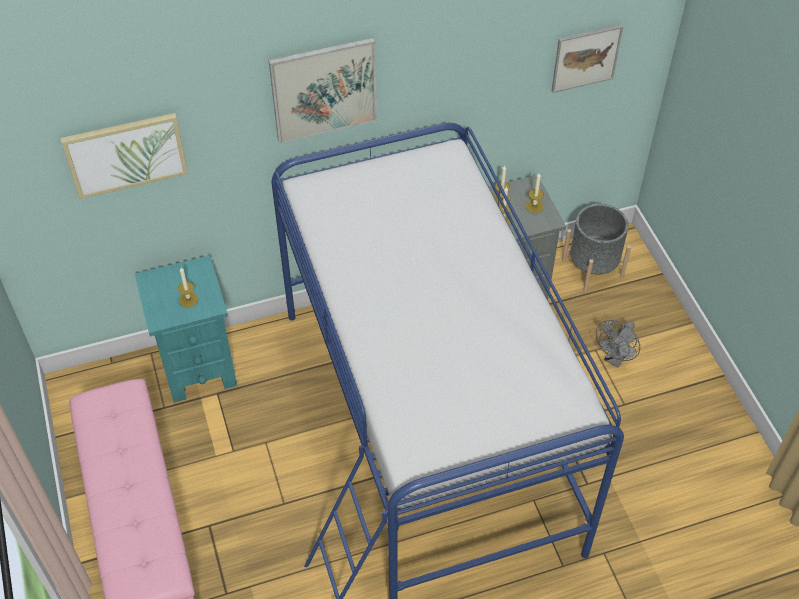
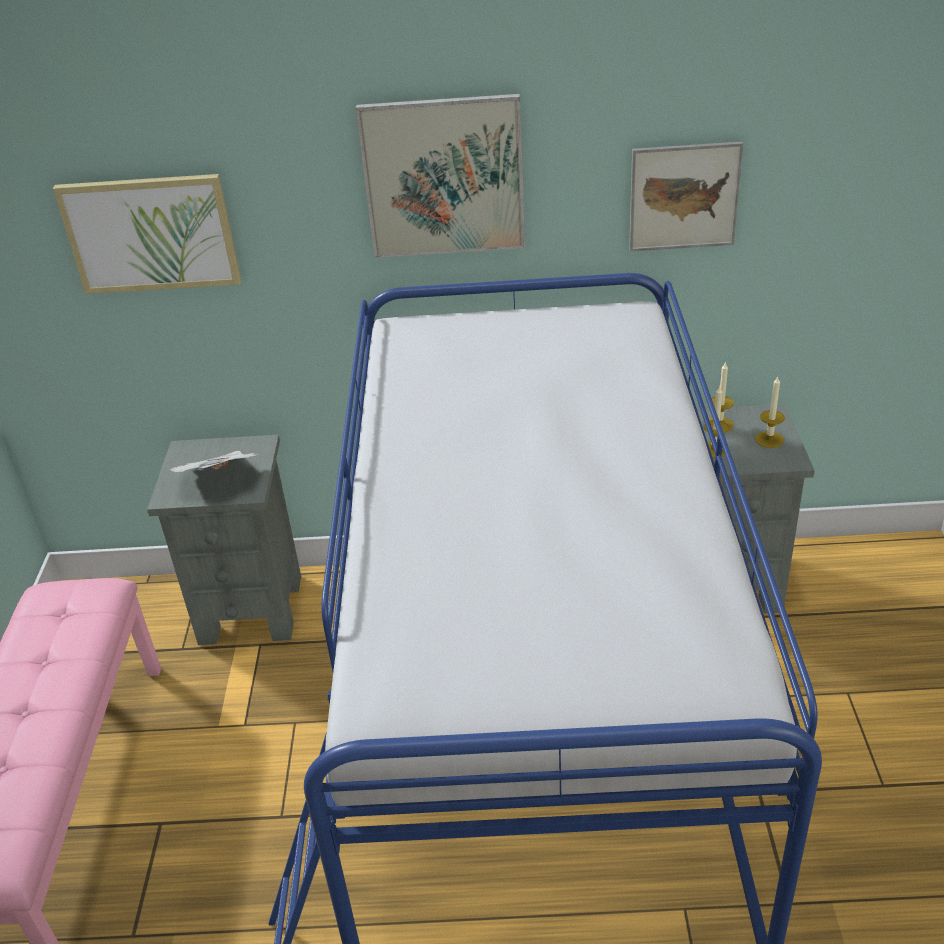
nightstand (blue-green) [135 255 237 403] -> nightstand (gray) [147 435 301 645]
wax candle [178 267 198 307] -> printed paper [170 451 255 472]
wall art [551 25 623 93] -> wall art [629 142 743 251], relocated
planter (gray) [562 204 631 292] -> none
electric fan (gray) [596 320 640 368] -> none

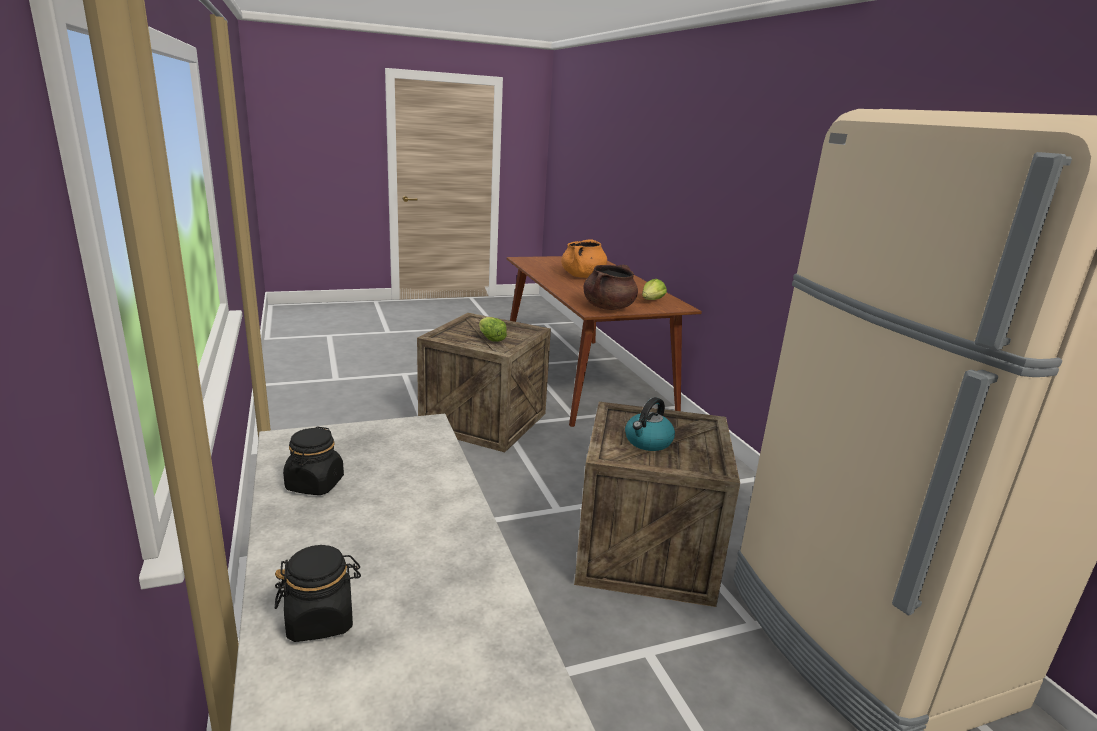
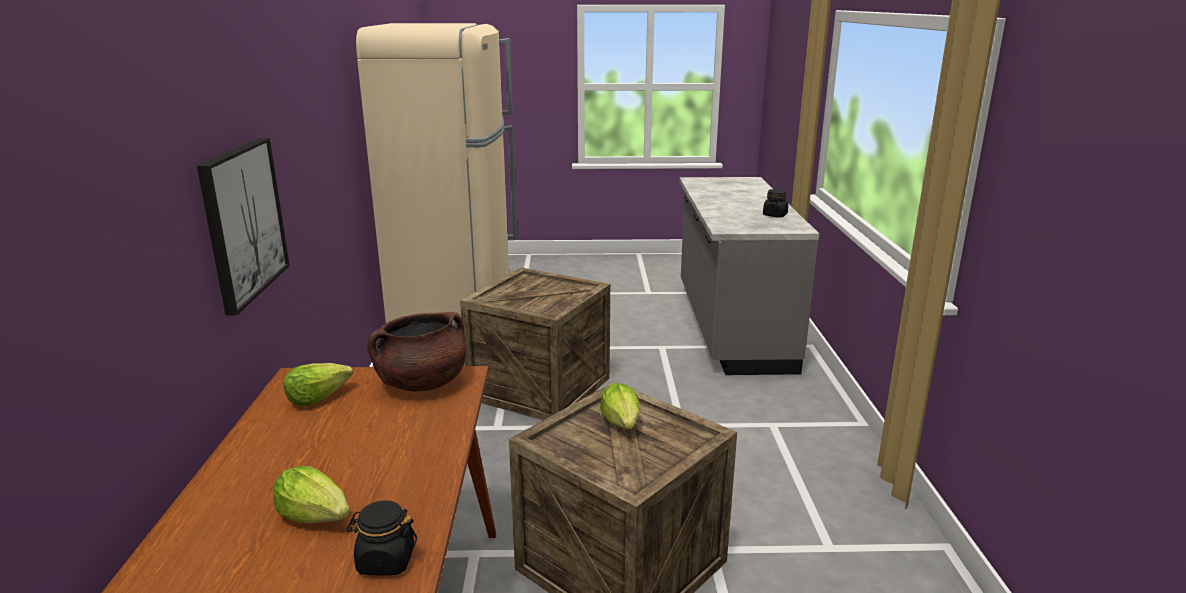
none -> wall art [197 138 290 316]
stockpot (orange-coloured) [561 239 607 278] -> lettuce head [273 466 350 523]
jar (black) [275 545 361 642] -> jar (black) [347 500 417 575], relocated
tea kettle [625 397 675 451] -> none

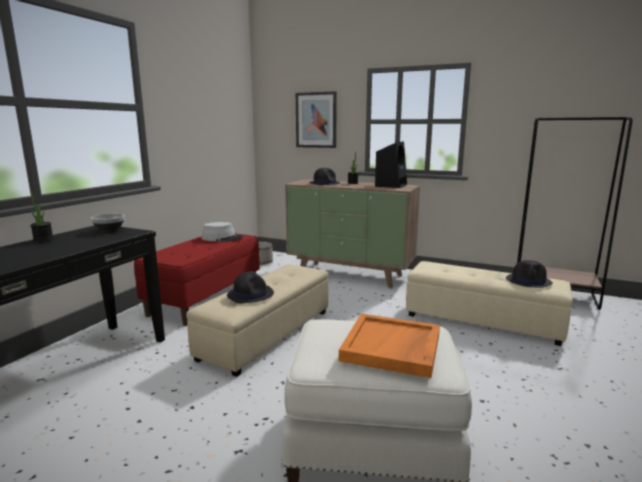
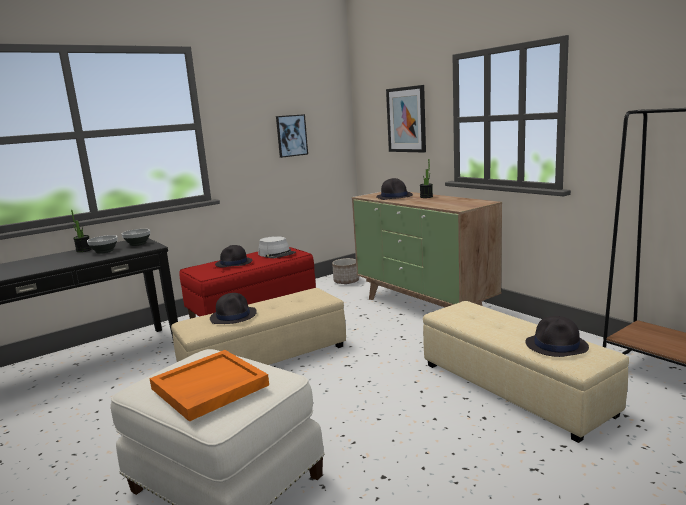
none -> bowl [87 235 118 254]
none -> hat (black) [215 245 252 267]
none -> wall art [276 114 308 158]
speaker (black) [375 141 407 188] -> none

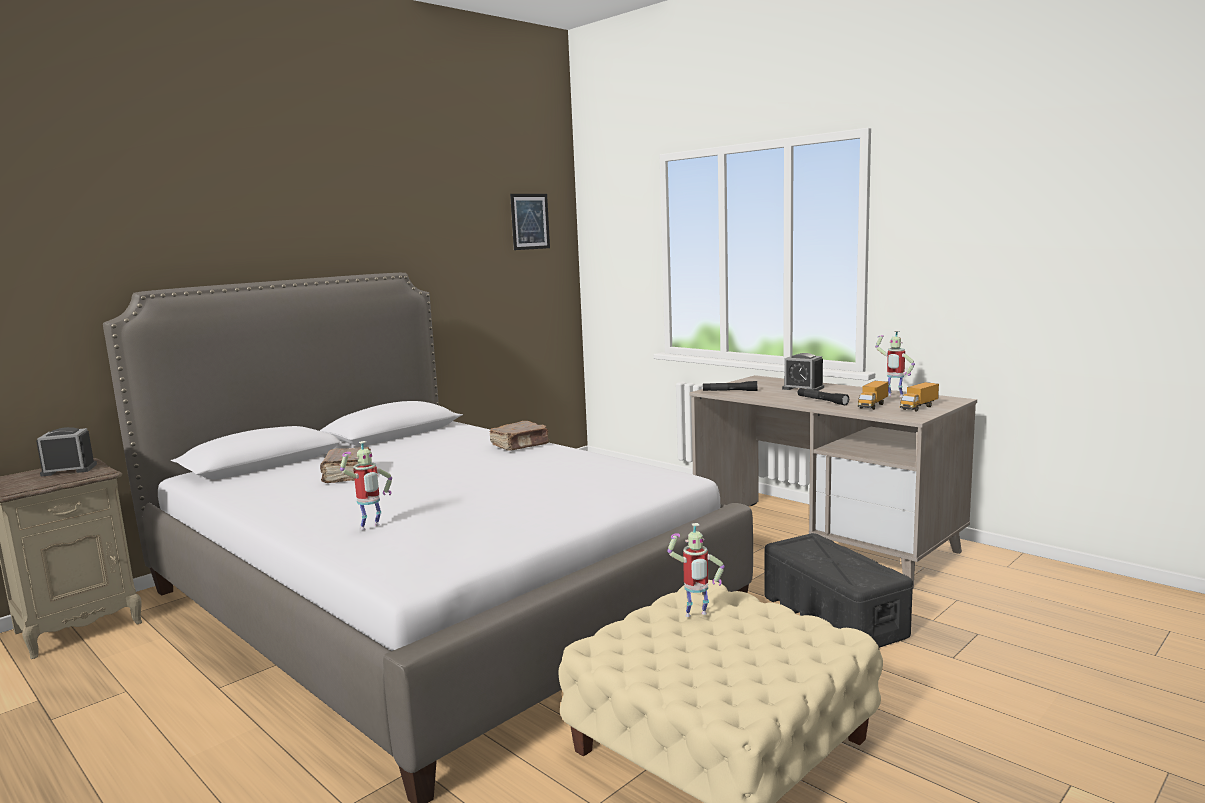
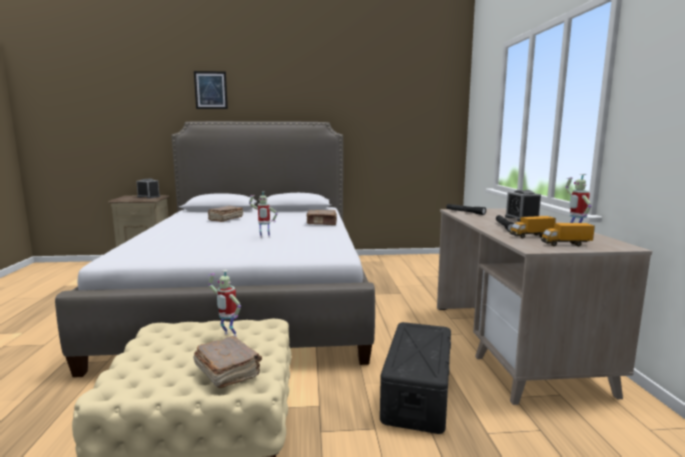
none -> volume (brown) [193 336 262 388]
wall art [510 194 550 250] -> wall art [194 71 228 109], relocated
robot figure [340 441 392 530] -> robot figure [249 192 277 238], relocated

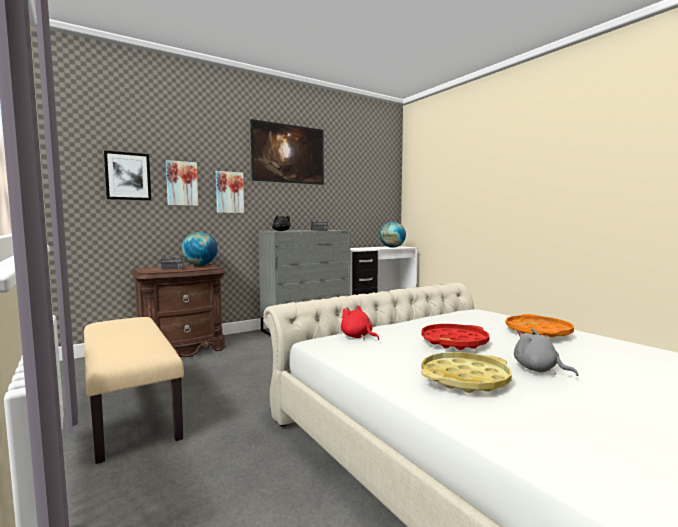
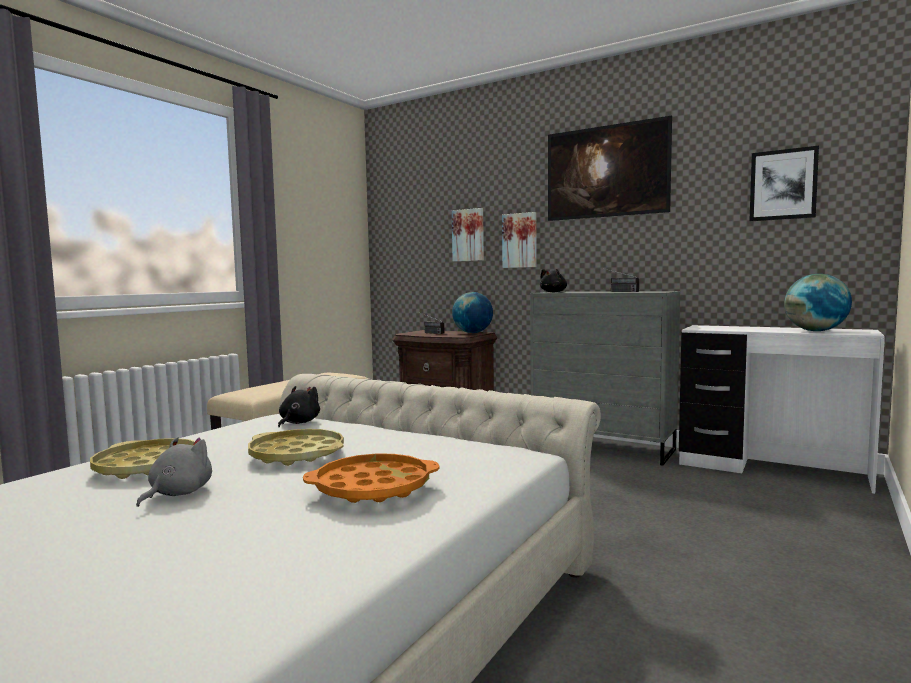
tray (red) [421 324 490 350] -> tray (yellow-coloured) [248 429 344 466]
plush toy (red) [341 305 379 340] -> plush toy (black) [278 386 320 427]
wall art [104 150 151 200] -> wall art [749 146 819 221], relocated

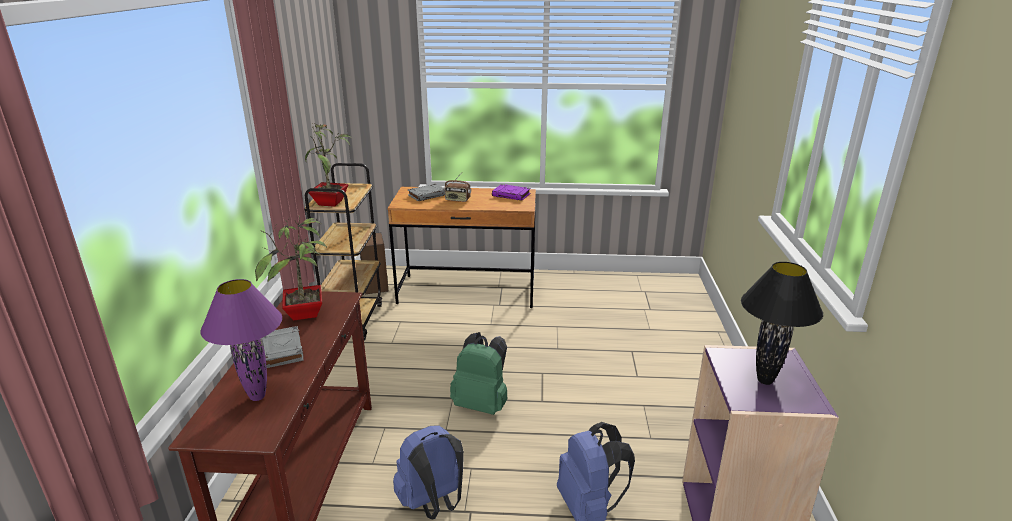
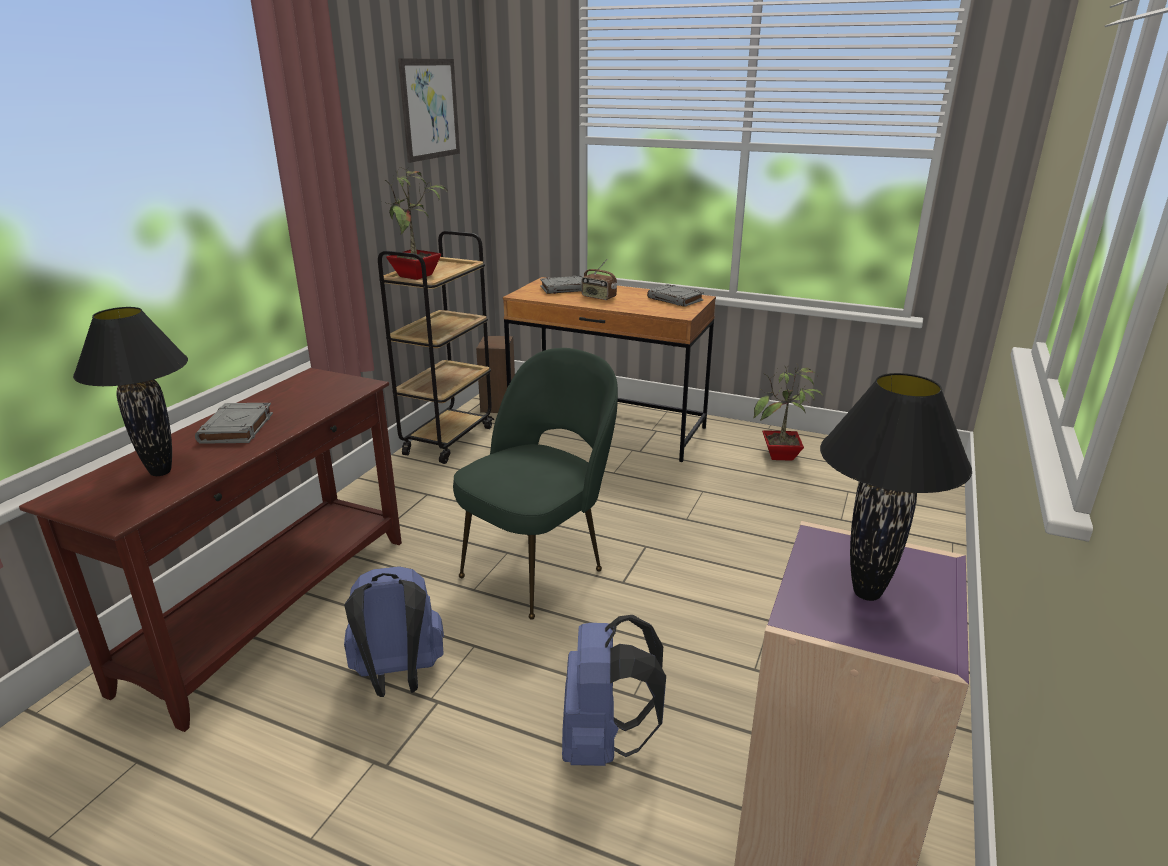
table lamp (purplish) [200 279 282 401] -> table lamp (black) [73 307 188 476]
none -> wall art [398 58 460 163]
knapsack (green) [450 332 507 415] -> chair (green) [453 348 618 620]
volume (purplish) [492 184 531 200] -> volume (gray) [647 284 704 307]
plant in a pot [255 216 327 320] -> plant in a pot [753 363 824 461], relocated

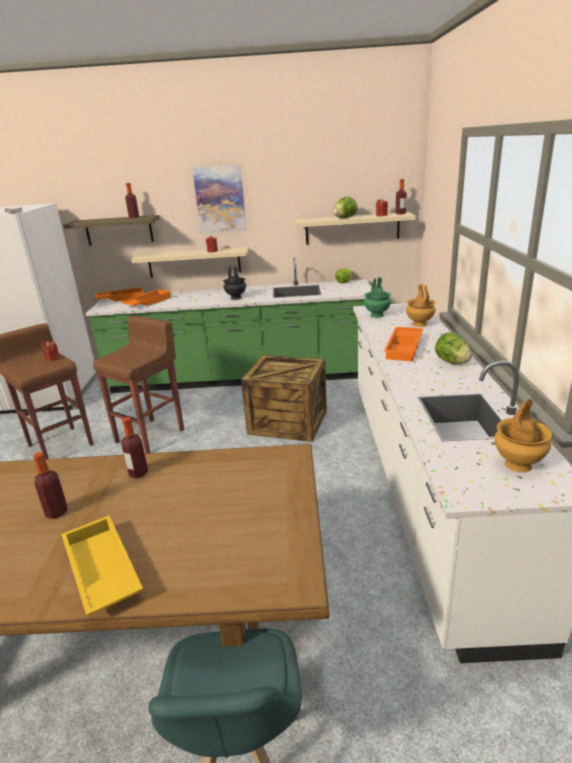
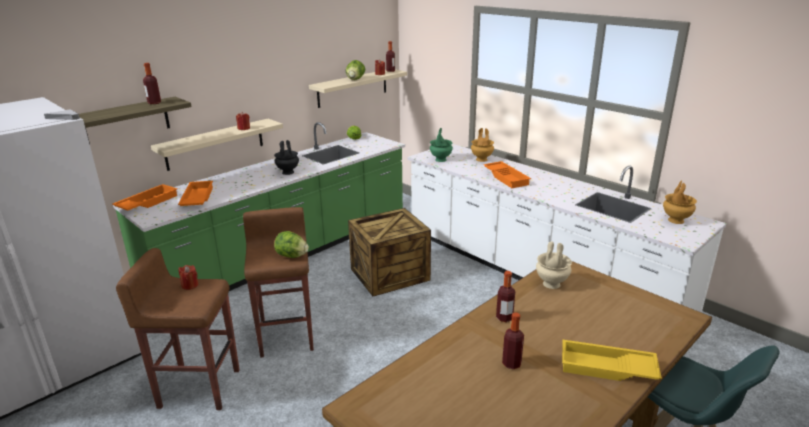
lettuce head [435 333 472 364] -> lettuce head [274 231 309 258], relocated
none -> vase (beige-coloured) [536 241 572 289]
wall art [192 165 247 234] -> none

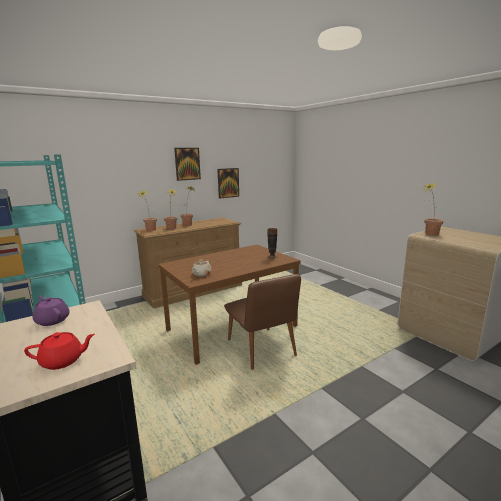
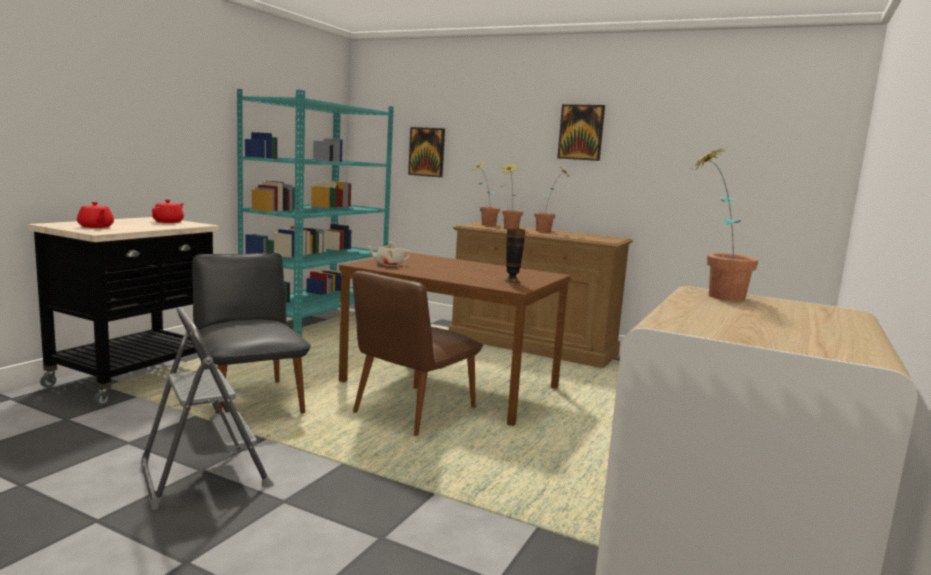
none -> step ladder (gray) [140 307 274 510]
teapot (purplish) [33 296 70 326] -> teapot (red) [152 199 184 223]
none -> chair (black) [192 253 311 414]
wall art [217 168 239 199] -> wall art [408 127 445 177], relocated

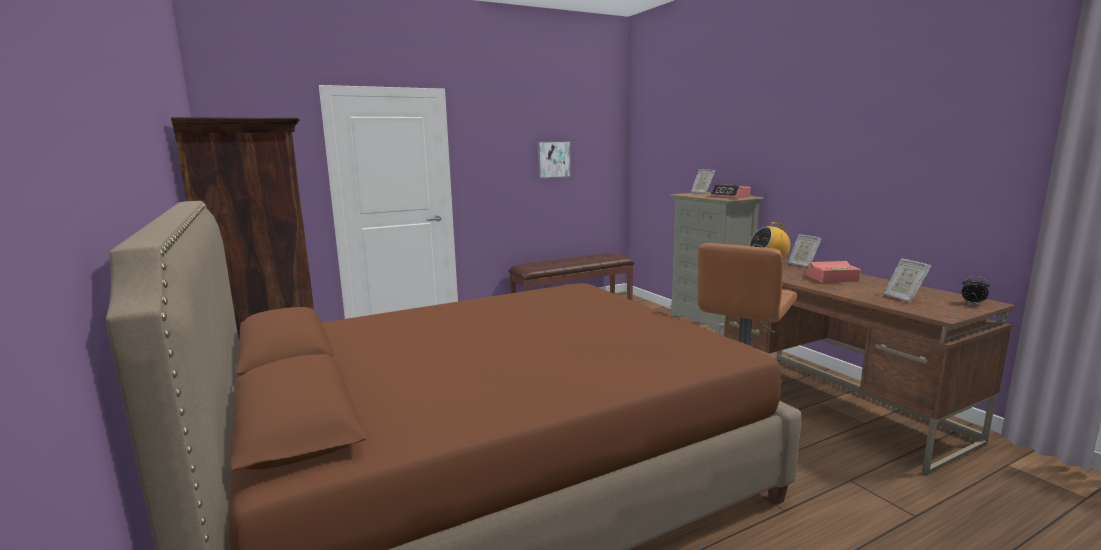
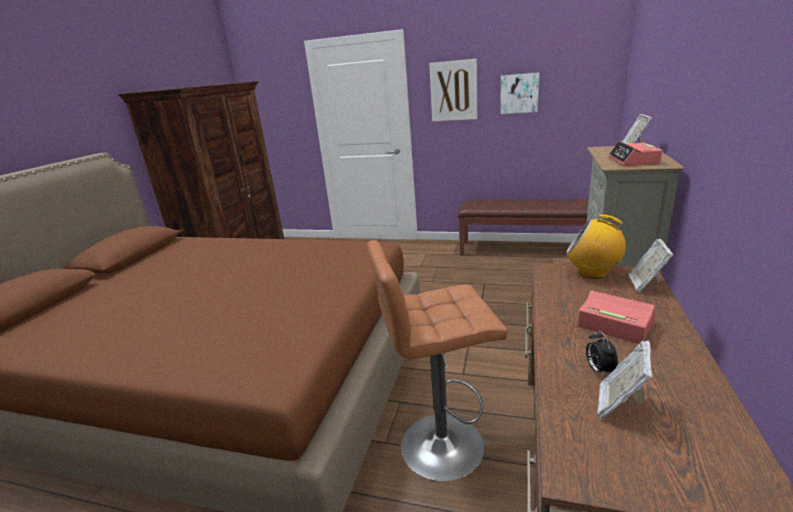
none -> wall art [429 59 477 122]
table clock [962 276 990 306] -> table clock [586 330 618 377], relocated

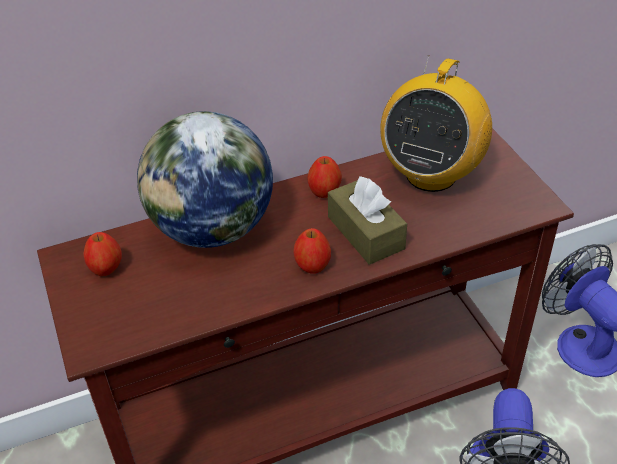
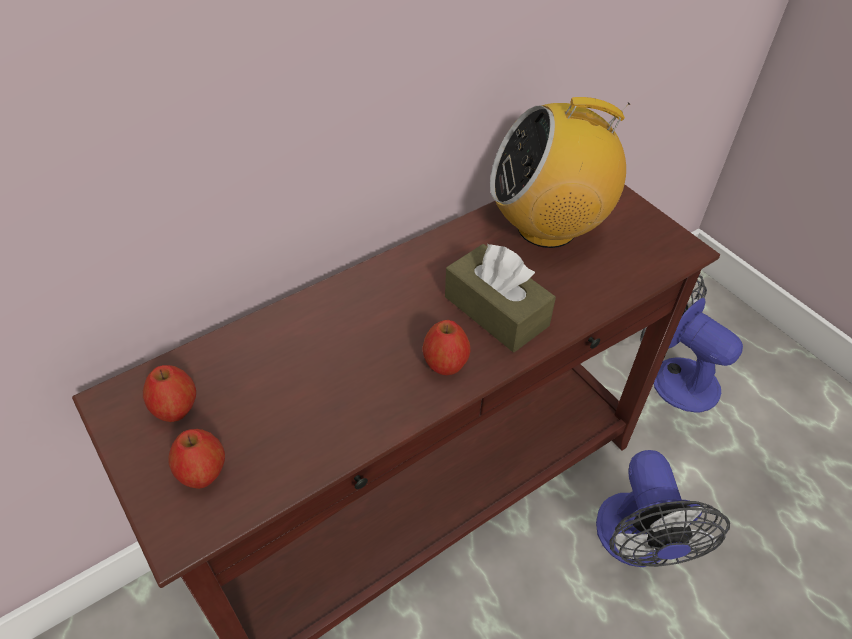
apple [307 156 342 198] -> apple [169 429 225 489], relocated
radio set [380 55 492 192] -> radio set [490 97 630 248], 75 degrees clockwise
desk globe [137 111 273 248] -> none

